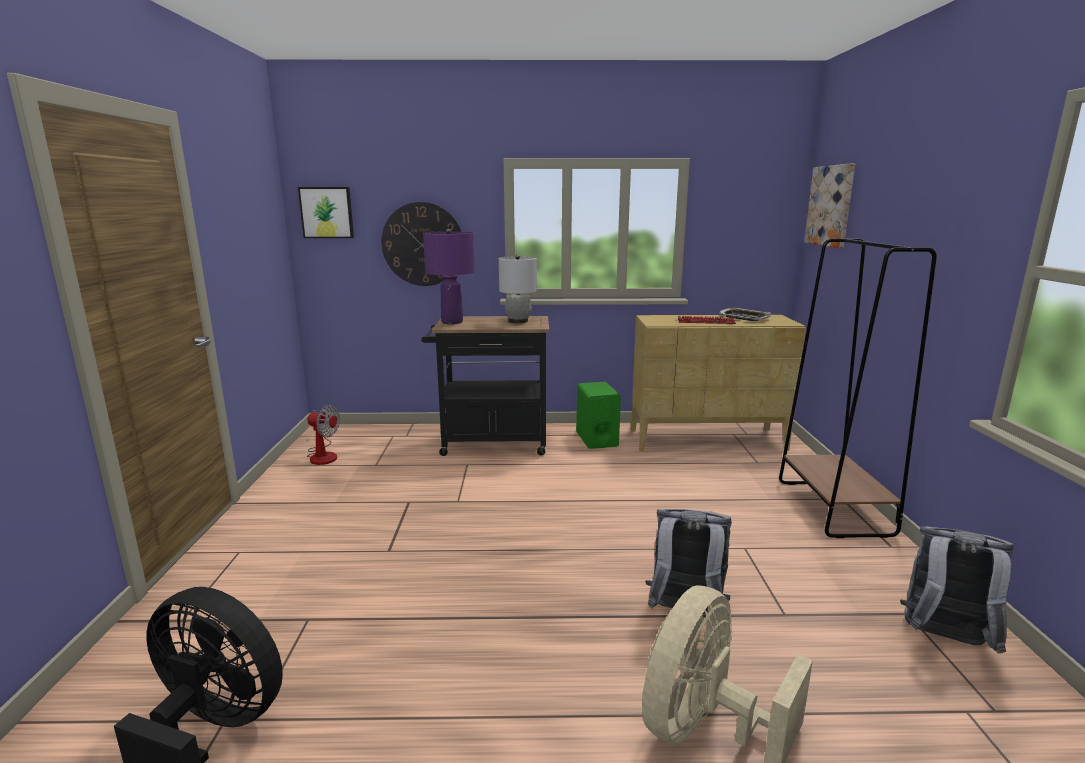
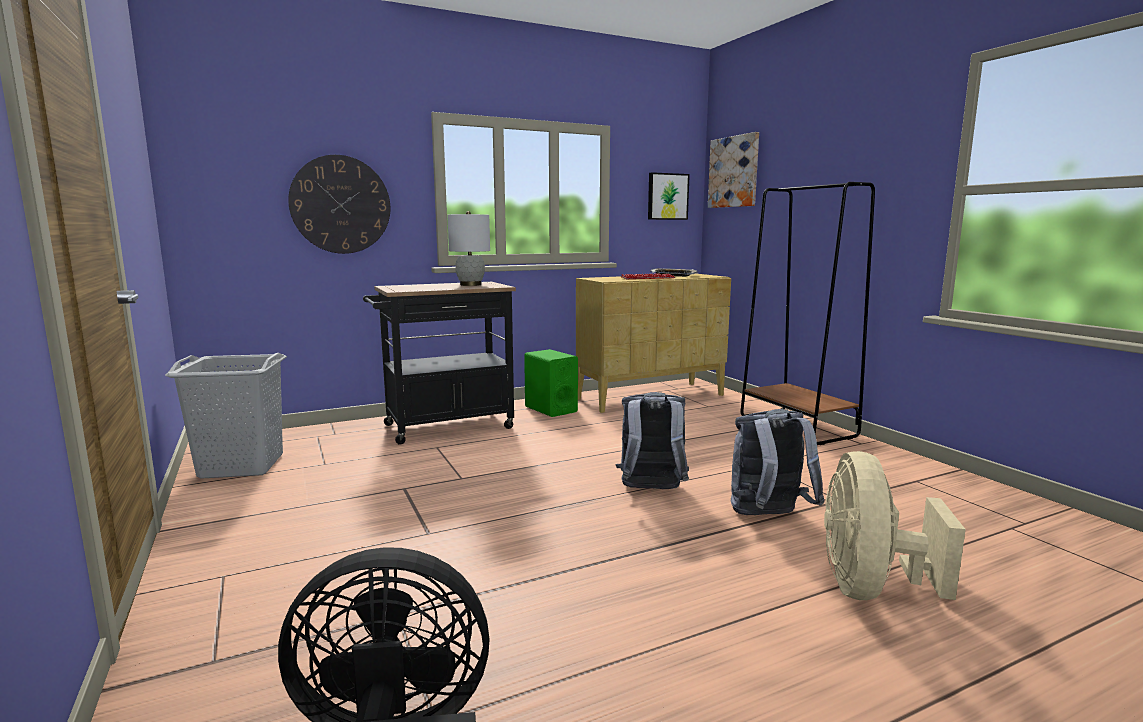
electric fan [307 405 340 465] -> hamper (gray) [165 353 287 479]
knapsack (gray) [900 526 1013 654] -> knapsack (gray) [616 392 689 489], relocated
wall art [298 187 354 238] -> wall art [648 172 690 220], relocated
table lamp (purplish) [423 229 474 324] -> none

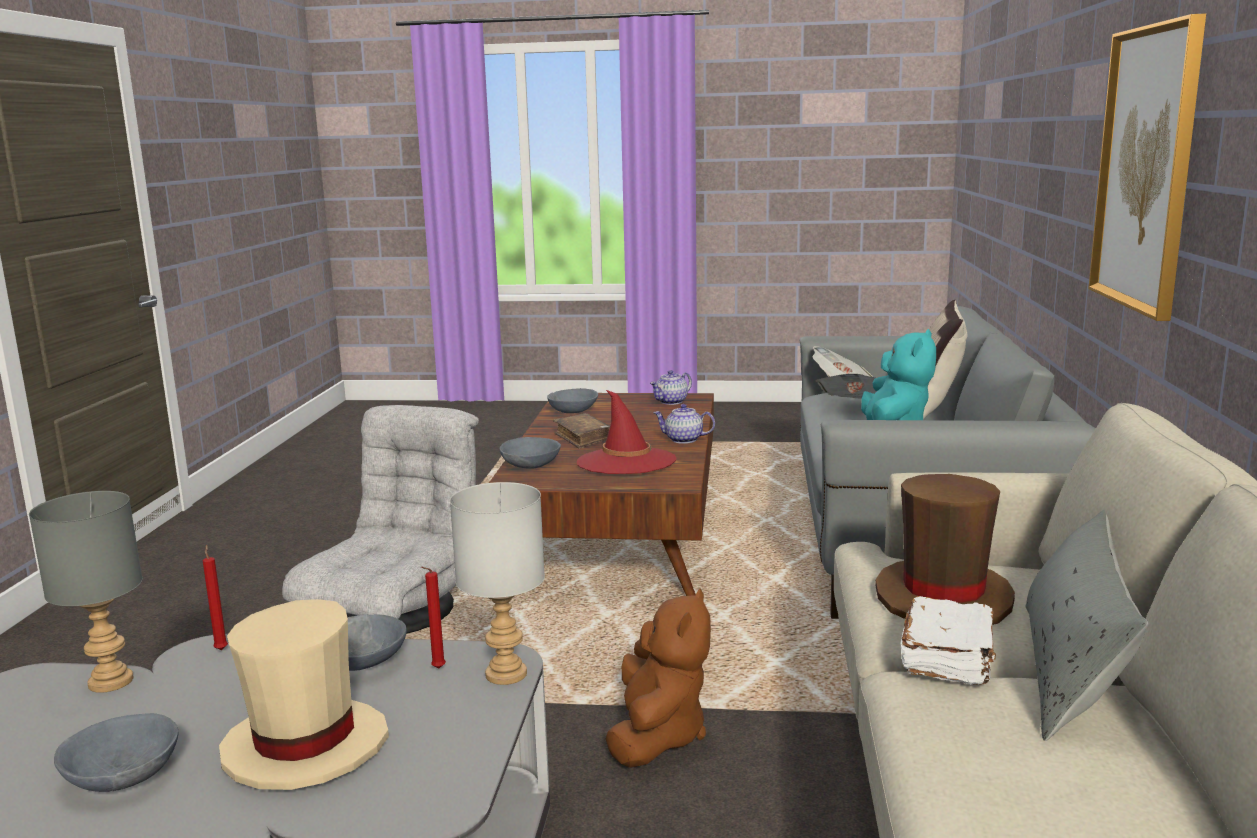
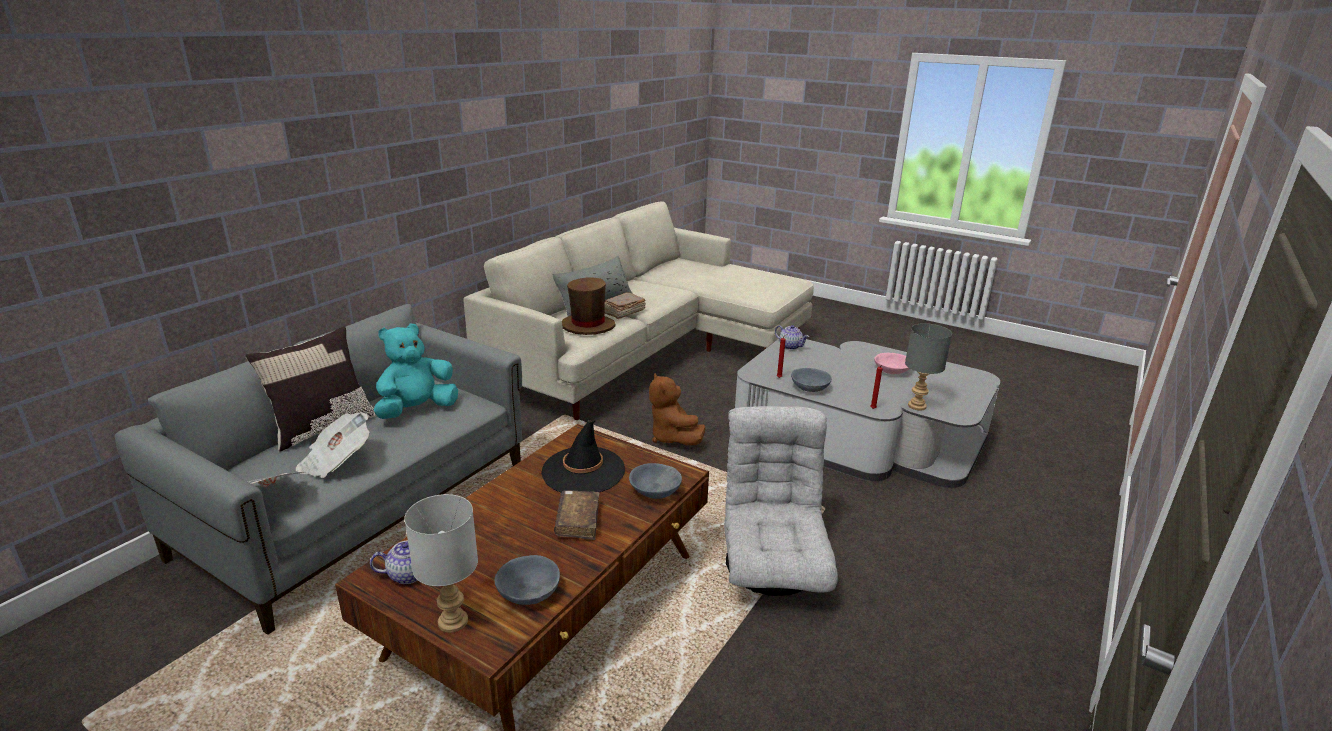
table lamp (gray) [450 482 545 685] -> table lamp (gray) [404 494 478 633], relocated
hat (red) [577 389 676 474] -> hat (black) [541 420 625 493]
volume (white) [901 596 996 685] -> volume (brown) [604 292 646 319]
plush toy (brown) [606 588 711 768] -> plush toy (brown) [649 373 705 445], 60 degrees counterclockwise
easy chair (gray) [282 405 479 634] -> easy chair (gray) [724 406 838 596], 135 degrees clockwise
teapot [653 404 715 444] -> teapot [775 325 809 350], relocated
bowl (gray) [54 713 178 792] -> bowl (pinkish) [874 353 910 374]
hat (beige-coloured) [219 599 389 790] -> none
wall art [1088 13 1206 321] -> none

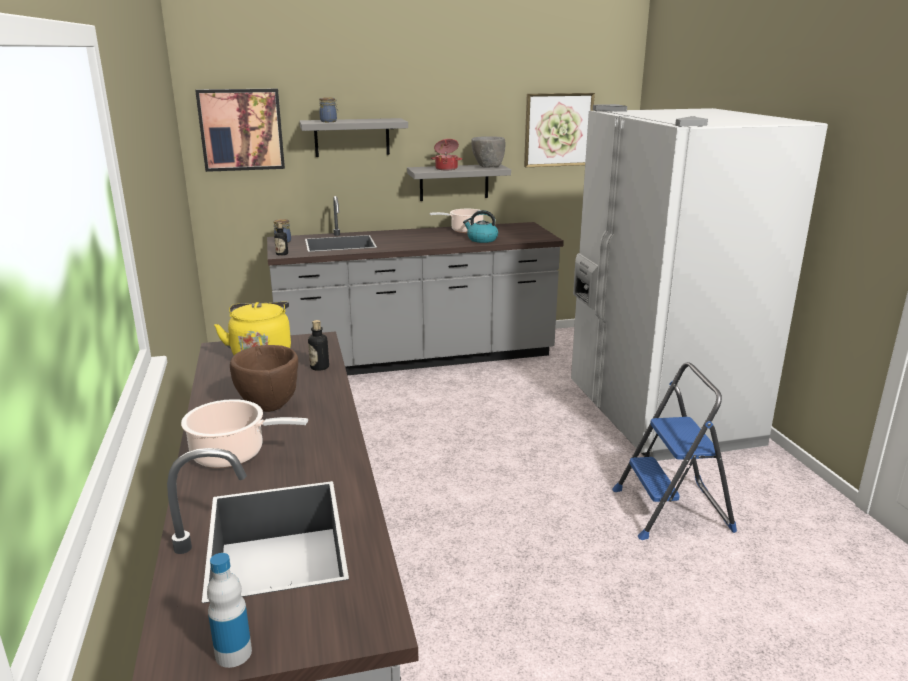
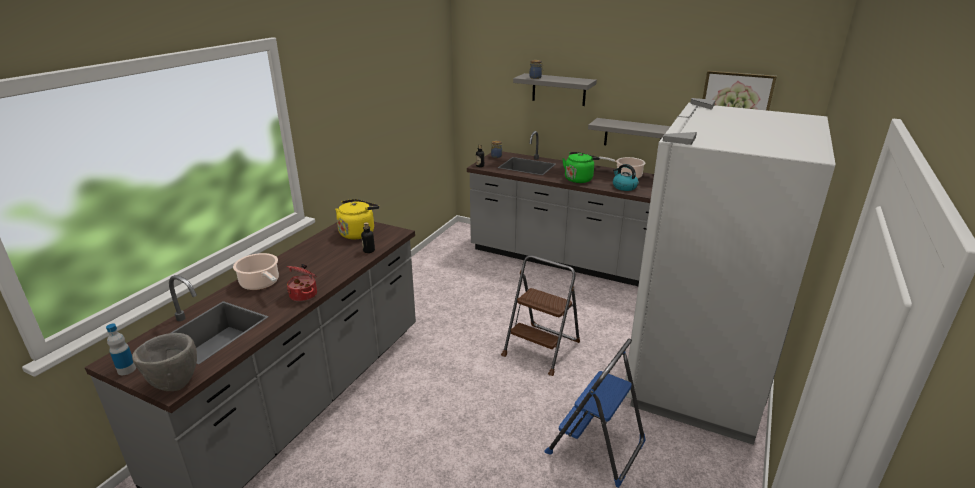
bowl (gray) [471 136 505 168] -> bowl (gray) [132 333 197 391], relocated
stockpot [431 139 462 170] -> stockpot [287 264 317 302], relocated
none -> step ladder (brown) [501 255 580 376]
none -> tea kettle (green) [562 152 600 183]
wall art [195 89 285 172] -> none
bowl (brown) [230 345 298 412] -> none

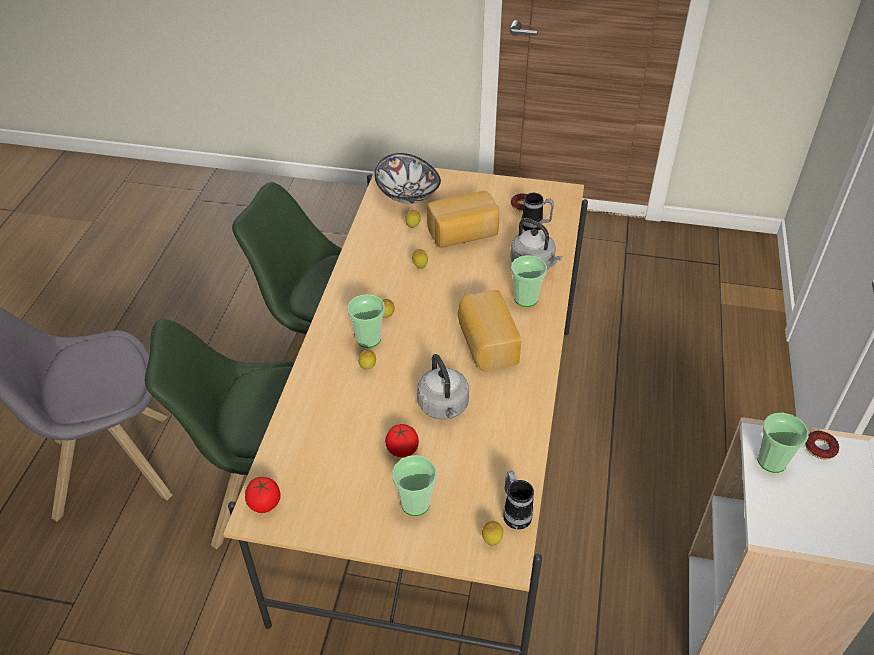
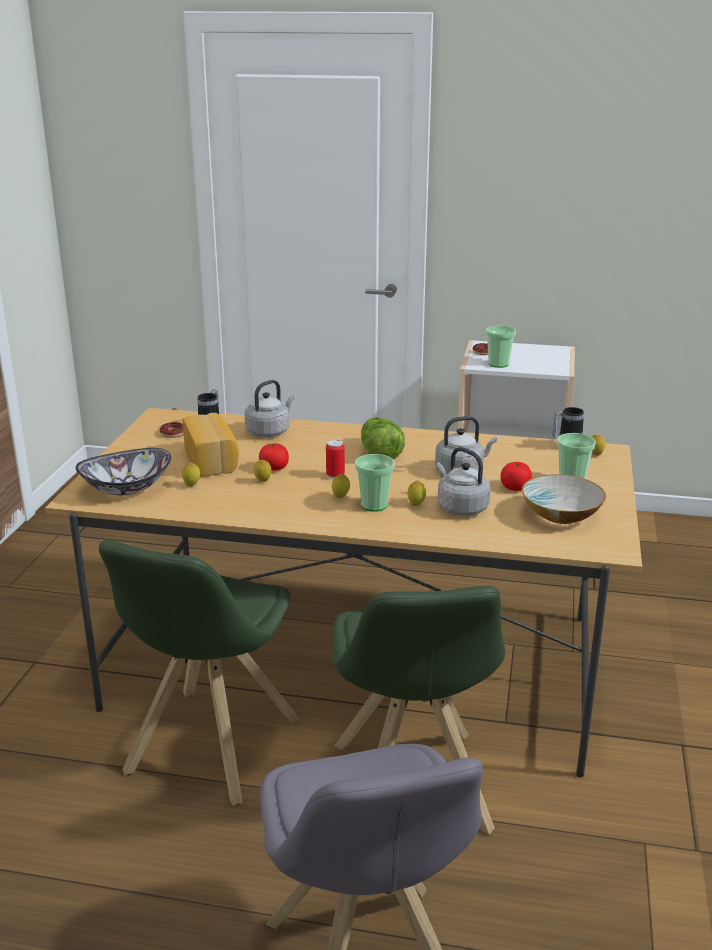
fresh tomato [245 477 281 513] -> fresh tomato [259 443 289 471], relocated
none -> sealed can [326 440 345 479]
bread [458 290 521 371] -> lettuce head [361 417 405 459]
none -> tea kettle (gray) [436 447 491 516]
none -> bowl [522 474 606 524]
small cup [511 255 547 307] -> none

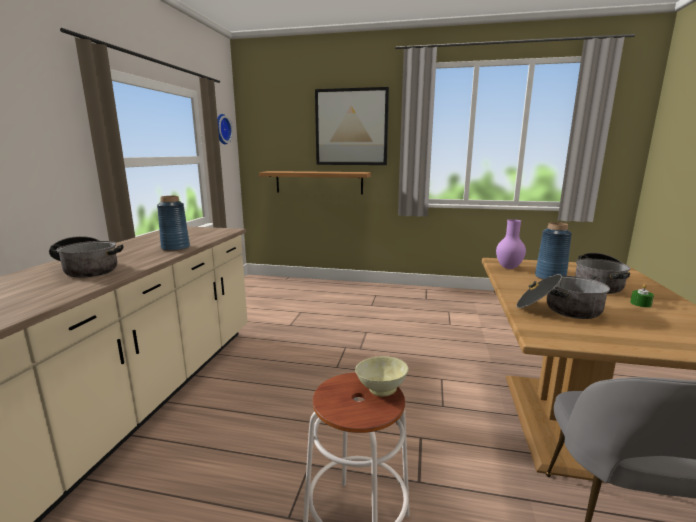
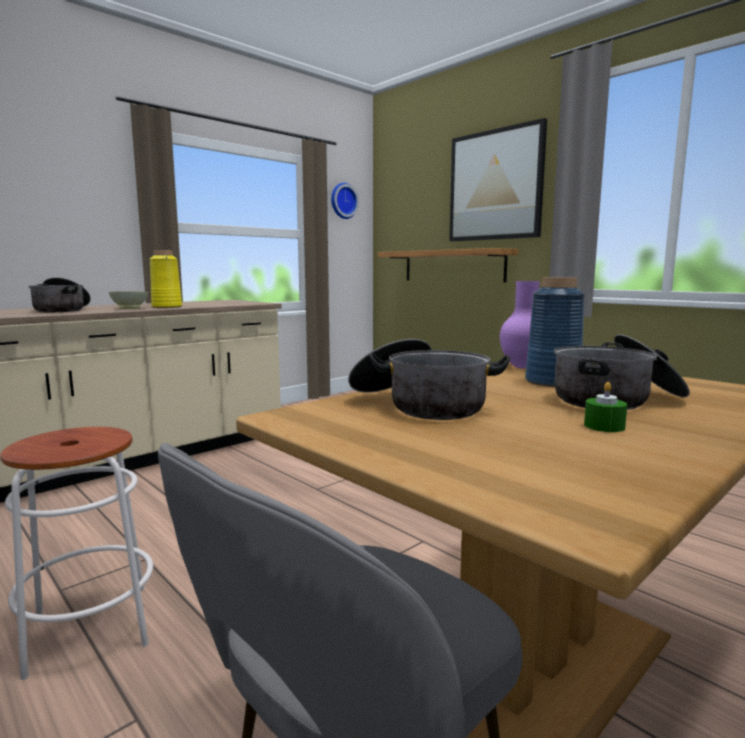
bowl (beige-coloured) [355 356 409 396] -> bowl (beige-coloured) [109 291 148 309], relocated
vase (blue) [157 196 190 251] -> vase (yellow-coloured) [150 250 182 308]

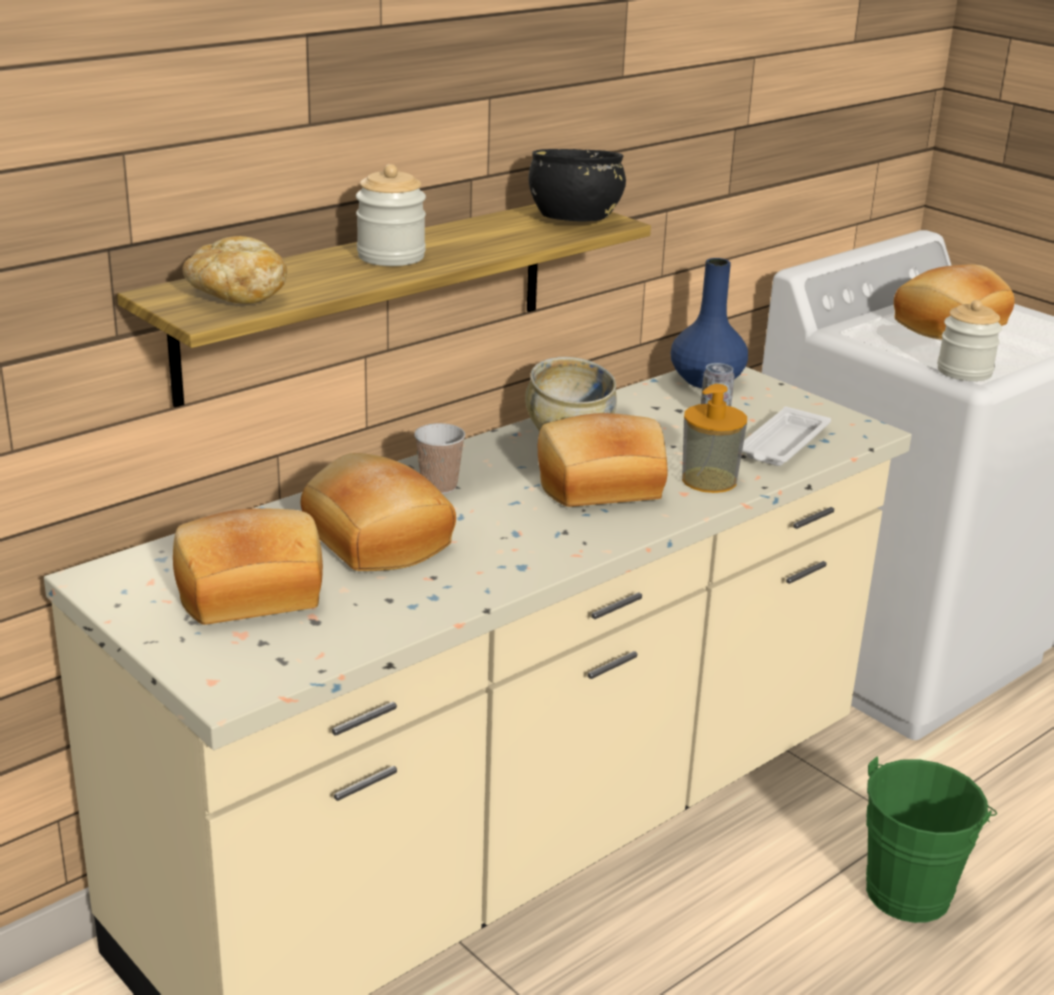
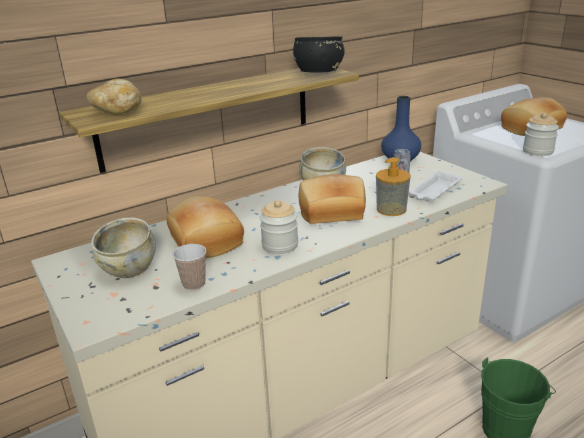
bread [173 508 323 625] -> bowl (beige-coloured) [91 218 156 278]
small cup [414 423 466 494] -> small cup [173 244 206 290], relocated
jar [356 164 426 266] -> jar [260 200 298 254], relocated

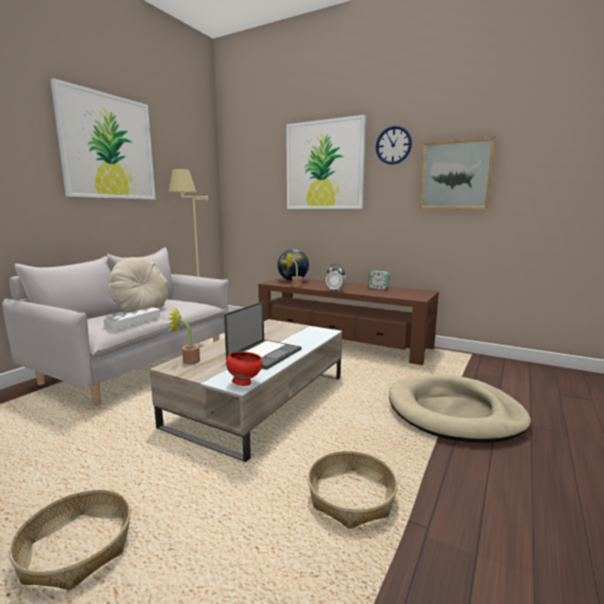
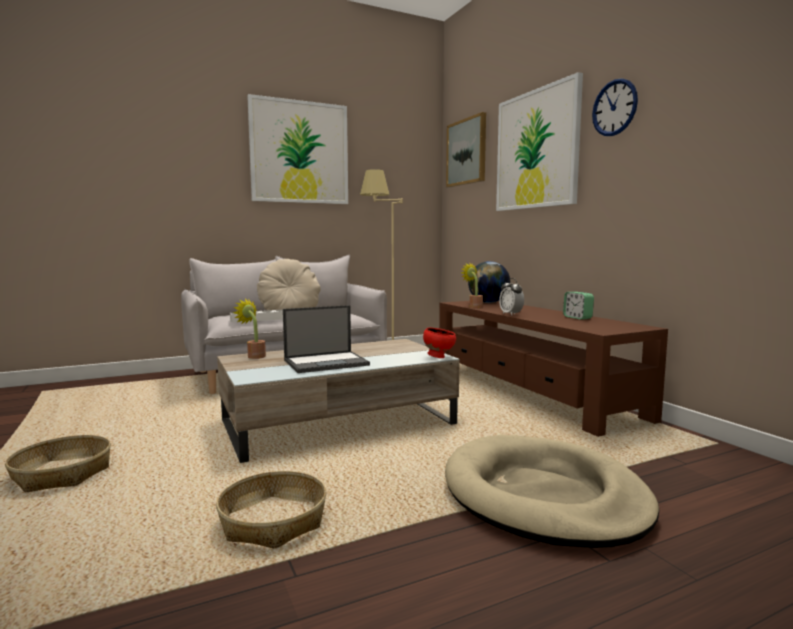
bowl (red) [226 351 263 386] -> bowl (red) [423 327 456 358], relocated
wall art [419 137 495 209] -> wall art [446 112 486 187], relocated

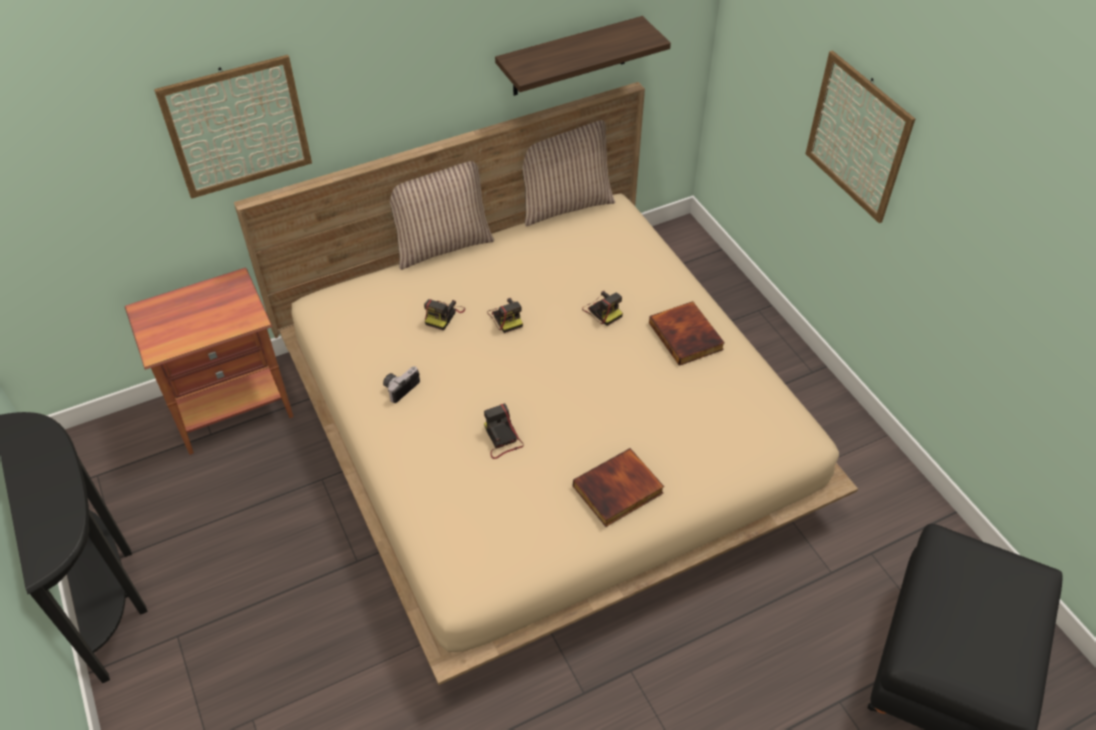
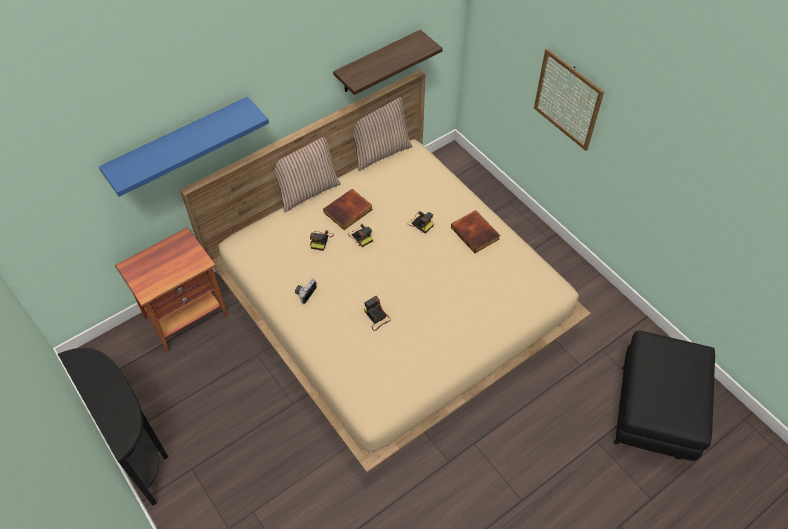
wall art [154 55 312 199] -> wall shelf (blue) [99 97 269 197]
volume [573 448 664 527] -> volume [323 189 373 230], relocated

